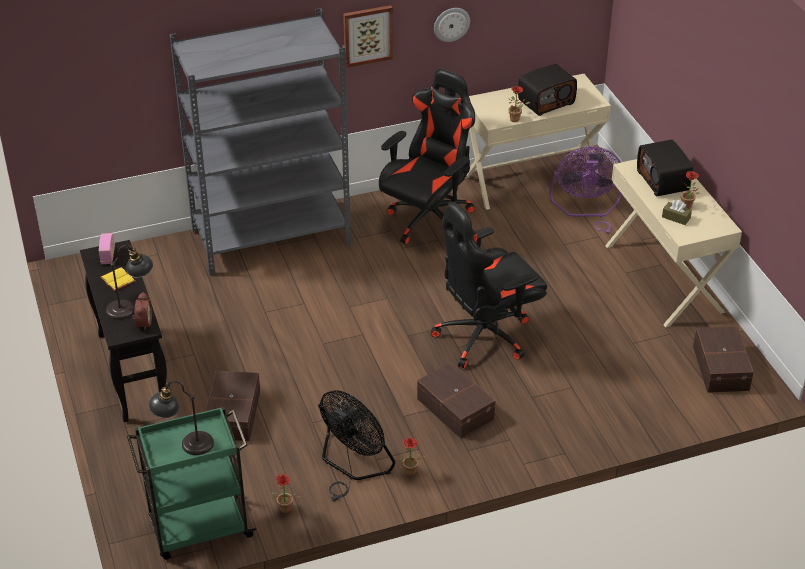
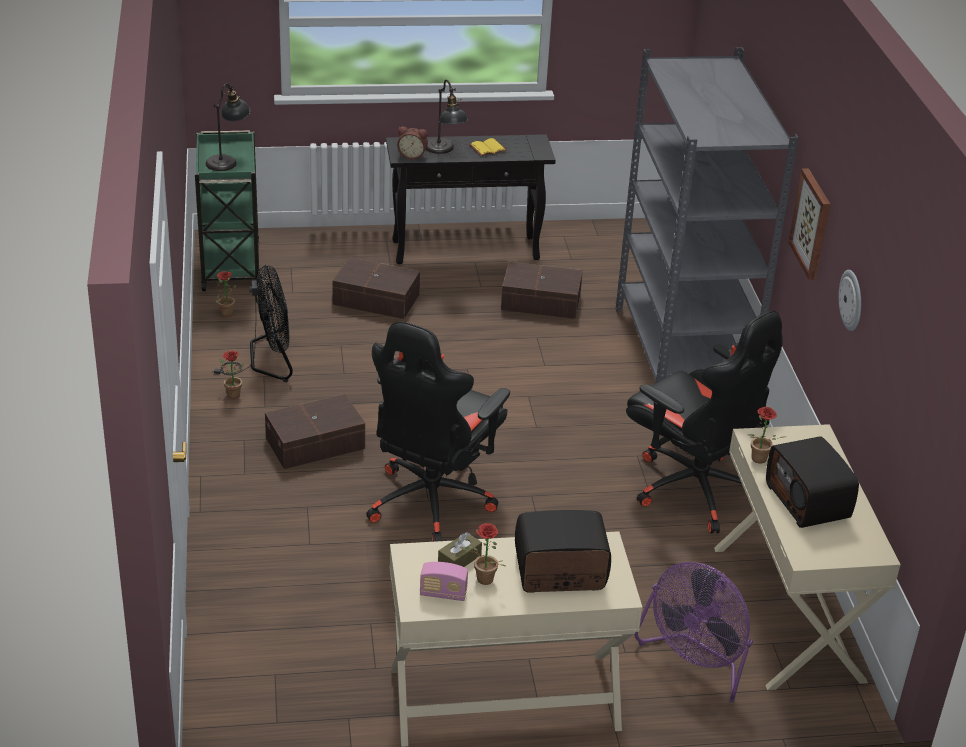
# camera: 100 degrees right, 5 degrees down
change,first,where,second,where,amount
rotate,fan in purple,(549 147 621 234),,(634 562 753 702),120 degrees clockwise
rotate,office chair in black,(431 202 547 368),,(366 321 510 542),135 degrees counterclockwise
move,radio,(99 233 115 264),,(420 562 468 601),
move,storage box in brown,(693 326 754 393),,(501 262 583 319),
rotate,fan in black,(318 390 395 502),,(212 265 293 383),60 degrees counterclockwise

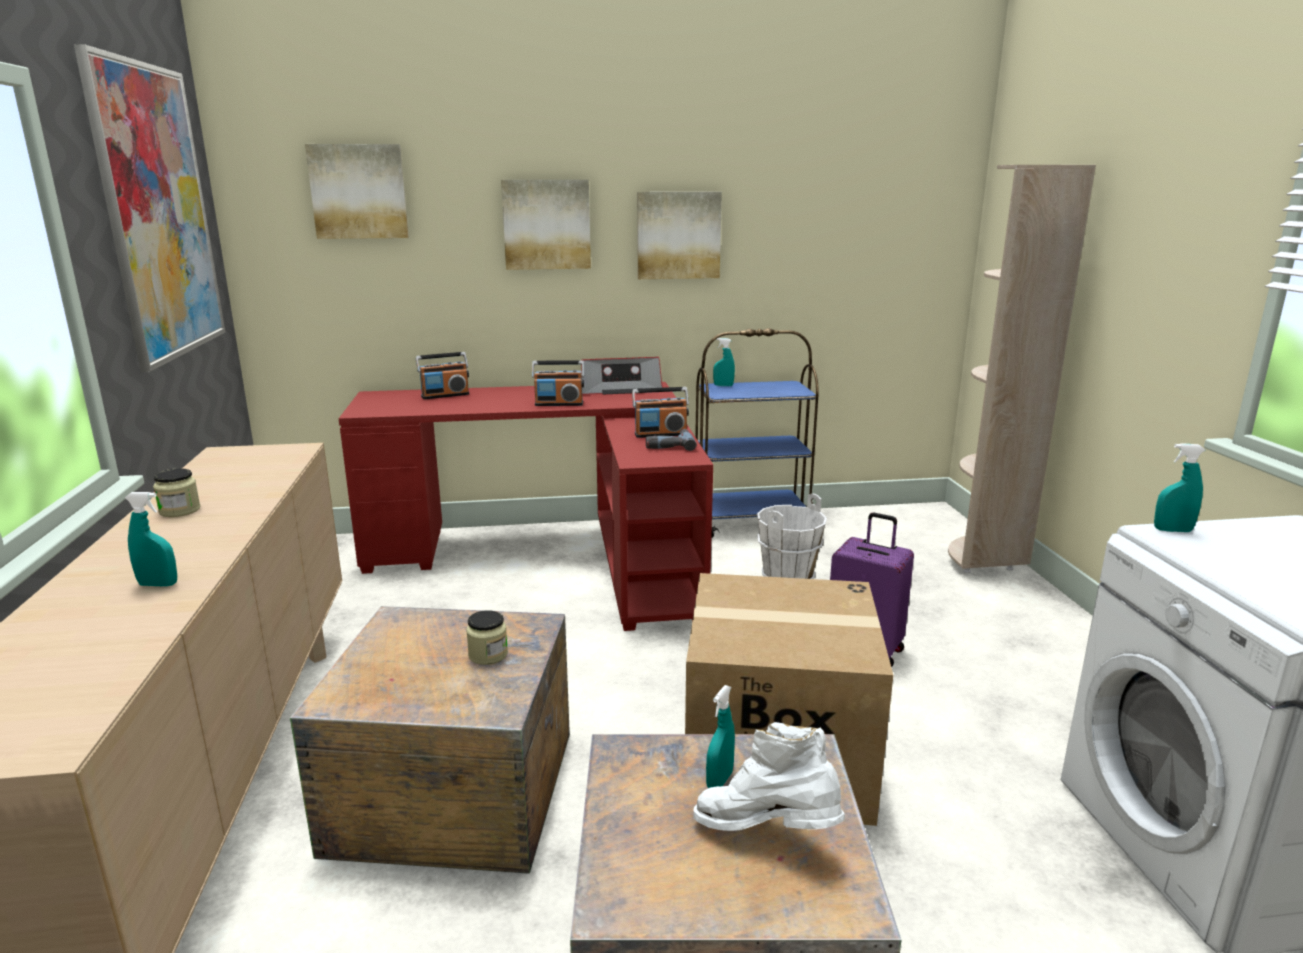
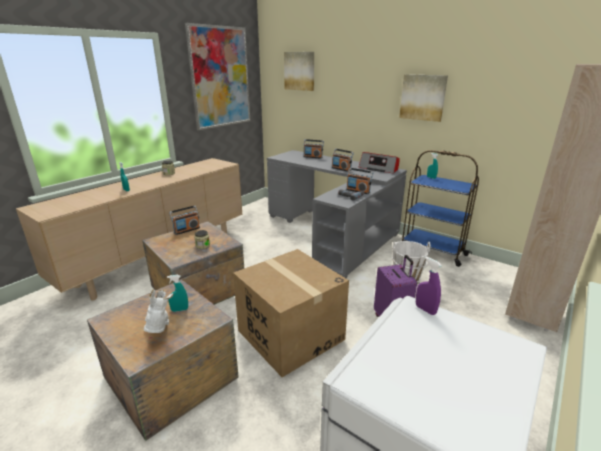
# camera: 45 degrees right, 5 degrees up
change,first,where,second,where,amount
delete,picture,(501 180 591 270),,,
recolor,desk in red,(338 382 713 631),desk in grey,(267 150 407 279),
recolor,spray bottle in turquoise,(1154 443 1205 532),spray bottle in purple,(416 257 442 315),
insert,,,radio,(169 206 200 235),

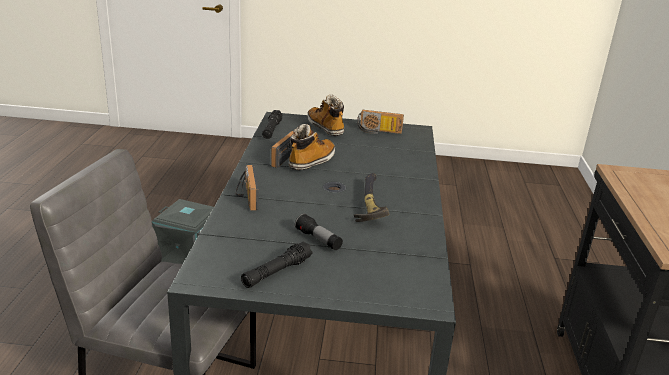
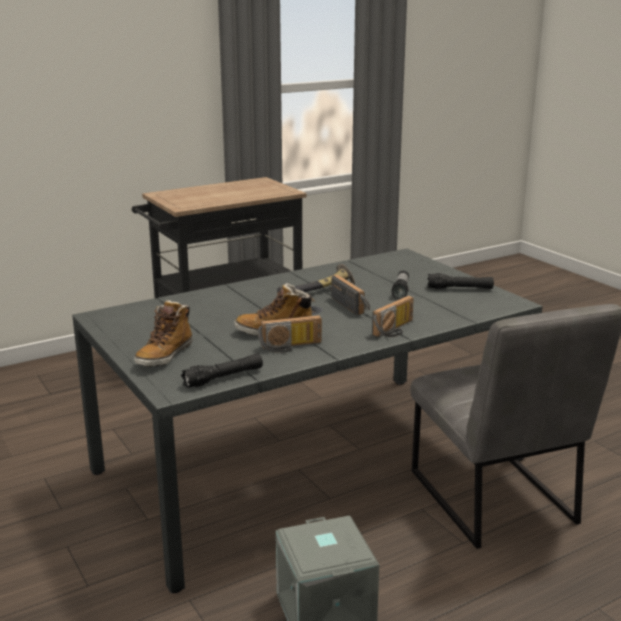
# camera: 125 degrees left, 5 degrees down
change,first,where,second,where,amount
move,radio,(357 110 404 134),,(331 275 370 315),

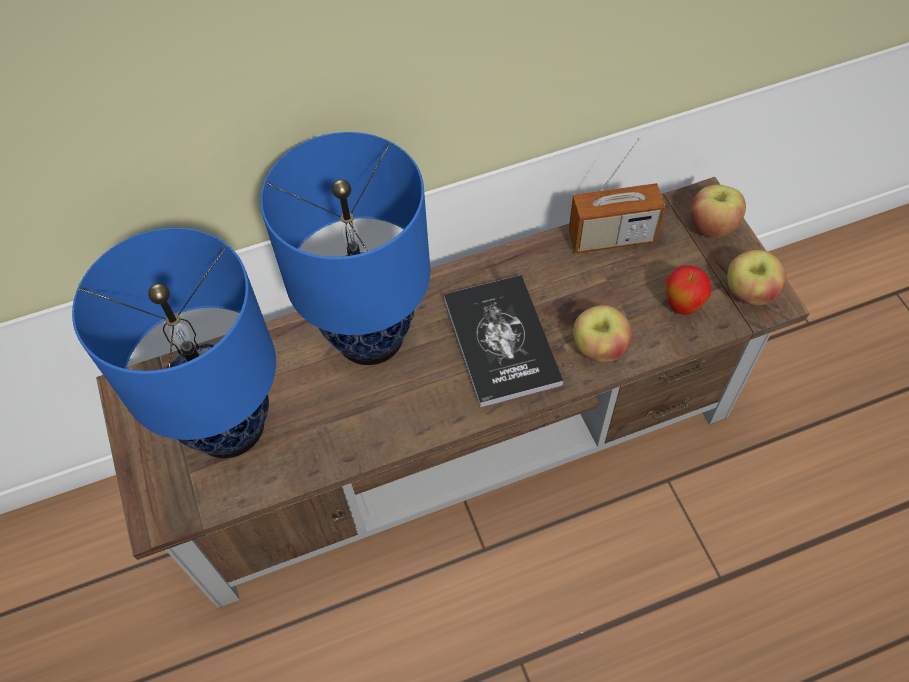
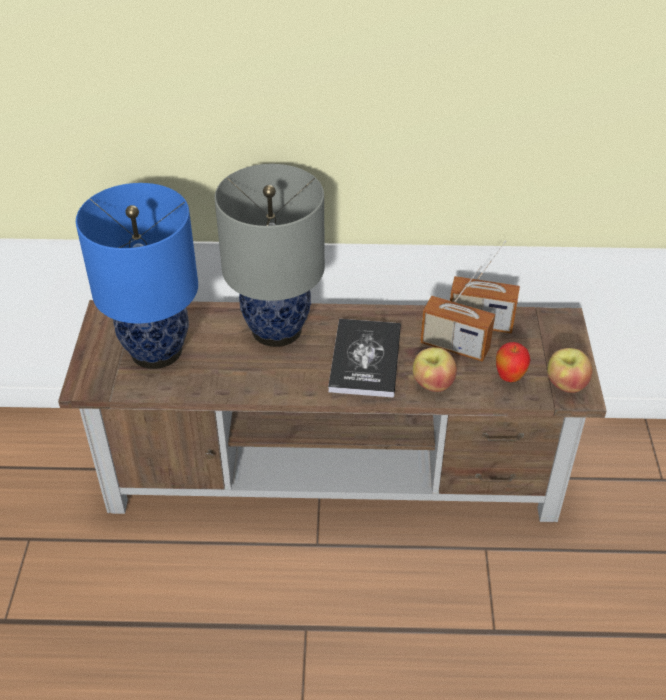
# camera: 20 degrees right, 15 degrees down
change,first,where,second,where,amount
recolor,table lamp in blue,(260 132 430 365),table lamp in grey,(215 164 325 347),
delete,apple,(690 184 746 238),,,
insert,,,radio,(420 266 495 362),

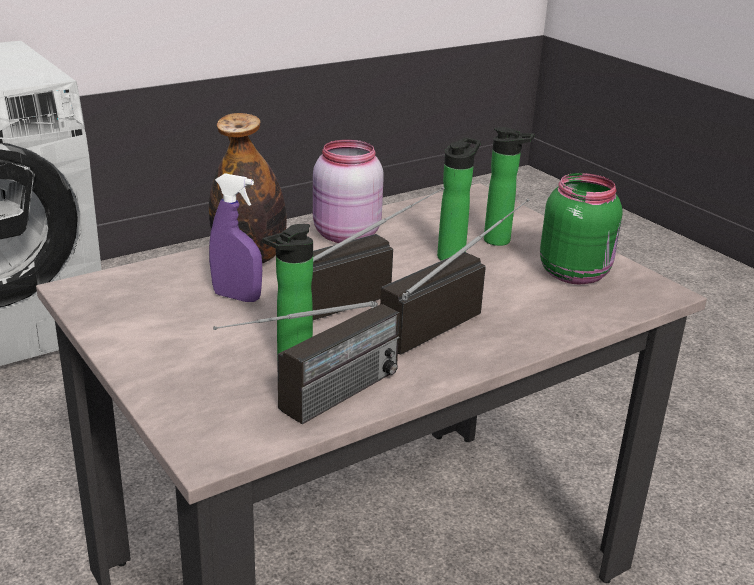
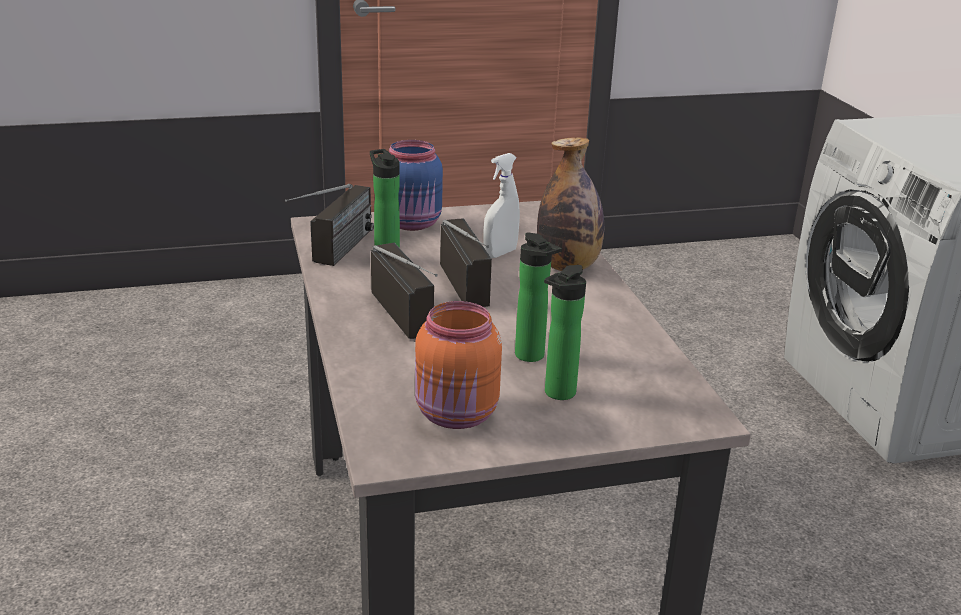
# camera: 110 degrees right, 0 degrees up
change,first,where,second,where,amount
delete,jar in pink,(313 140 384 243),,,
recolor,spray bottle in purple,(209 173 262 302),spray bottle in white,(483 153 520 258),
recolor,jar in green,(540 173 623 284),jar in orange,(415 301 502 429),
rotate,radio,(213 301 400 424),,(285 184 374 266),135 degrees counterclockwise
insert,,,jar in blue,(389 140 443 231),

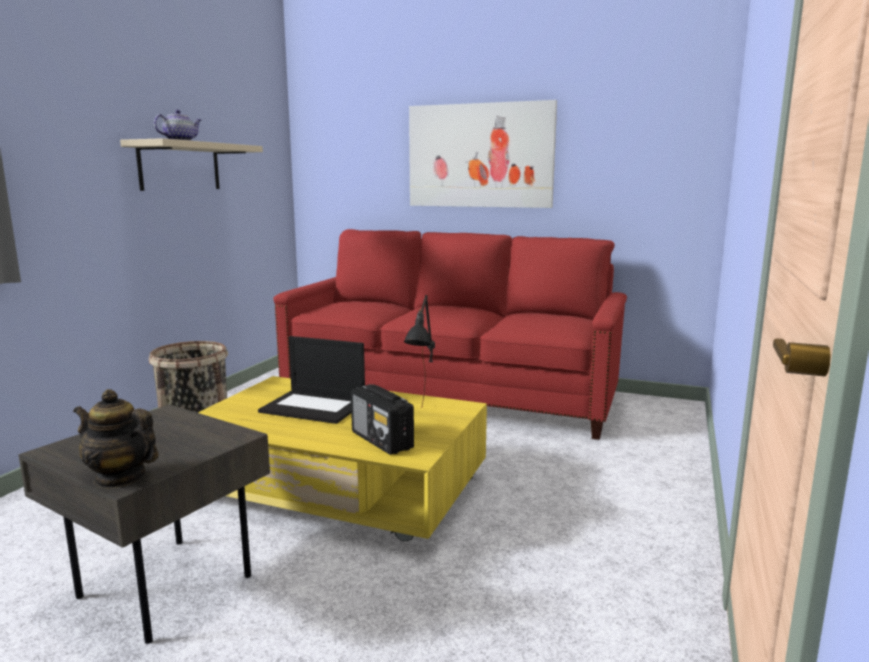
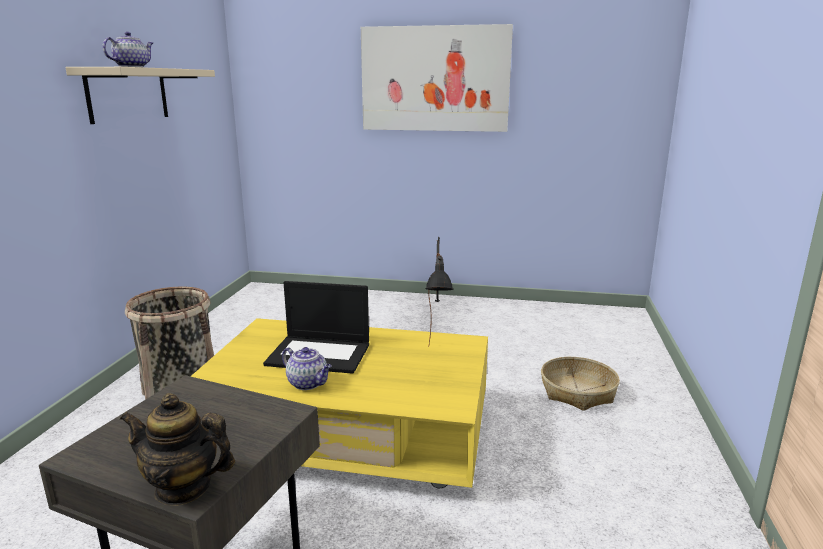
# camera: 10 degrees left, 5 degrees up
change,first,where,second,where,amount
delete,sofa in red,(274 229 627 440),,,
delete,radio,(351 384 414 455),,,
insert,,,teapot,(282 347 332 390),
insert,,,basket,(541 357 620 411),

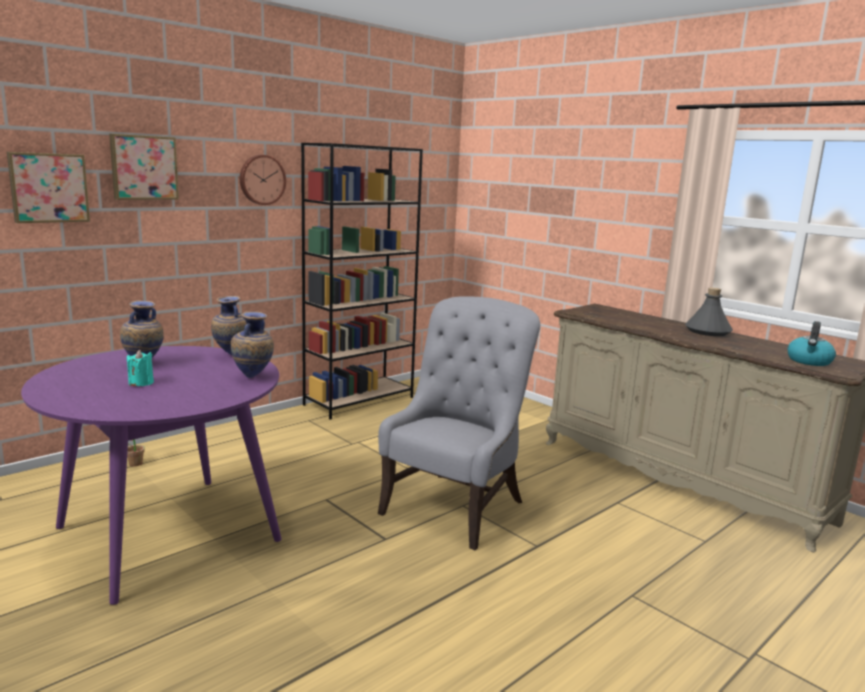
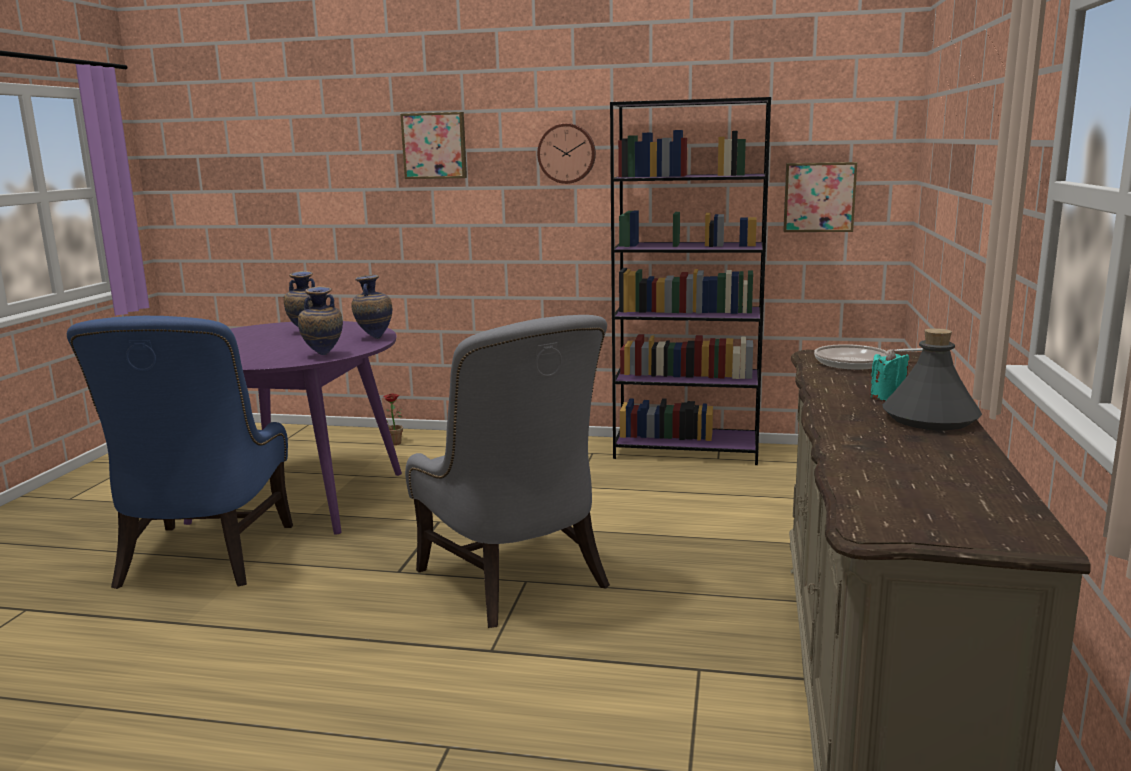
# camera: 55 degrees right, 0 degrees up
change,first,where,second,where,amount
recolor,bookcase in beige,(301 143 423 420),bookcase in purple,(610 97 771 465),
move,picture,(7 152 90 223),,(783 162 857 232),
rotate,chair in grey,(378 296 540 550),,(405 315 610 628),60 degrees clockwise
delete,kettle,(787 321 836 366),,,
move,candle in turquoise,(127 350 154 386),,(870 349 909 401),
insert,,,chair in blue,(67 316 293 589),
insert,,,frying pan,(814 344 923 370),

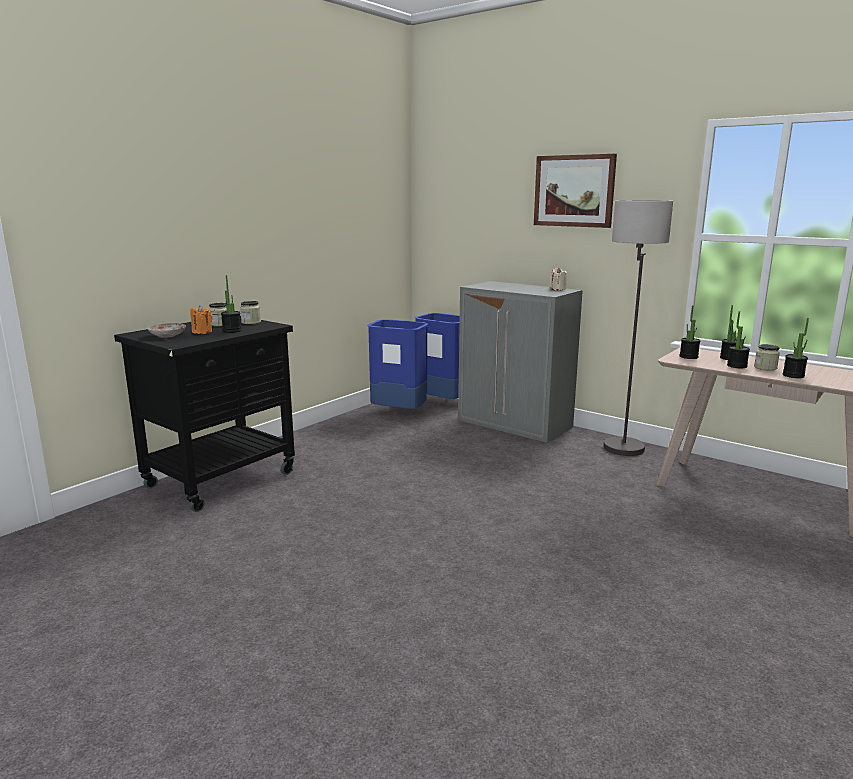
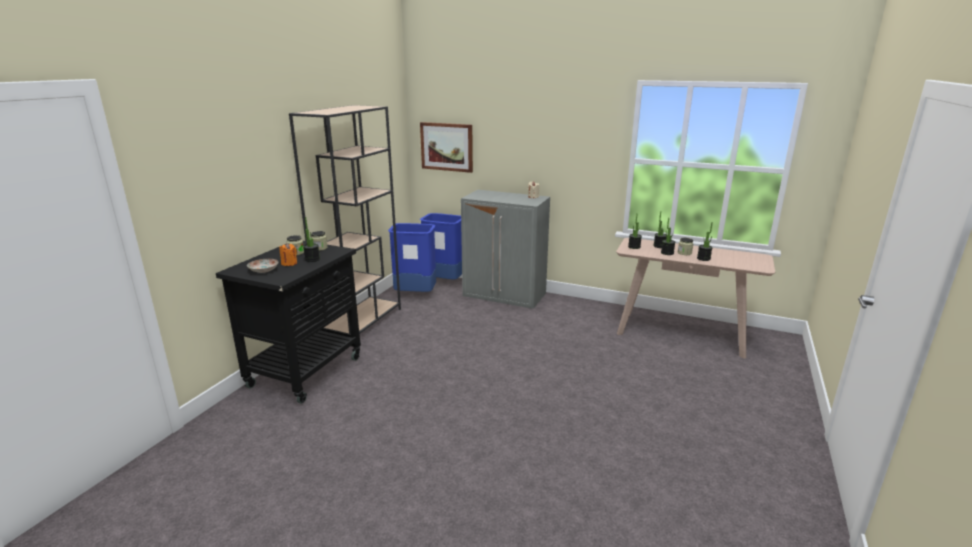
# camera: 15 degrees left, 5 degrees up
change,first,where,second,where,amount
move,picture,(534 154 617 228),,(420 122 473 173),
delete,floor lamp in grey,(603 200 673 456),,,
insert,,,bookcase,(289 105 401 346),

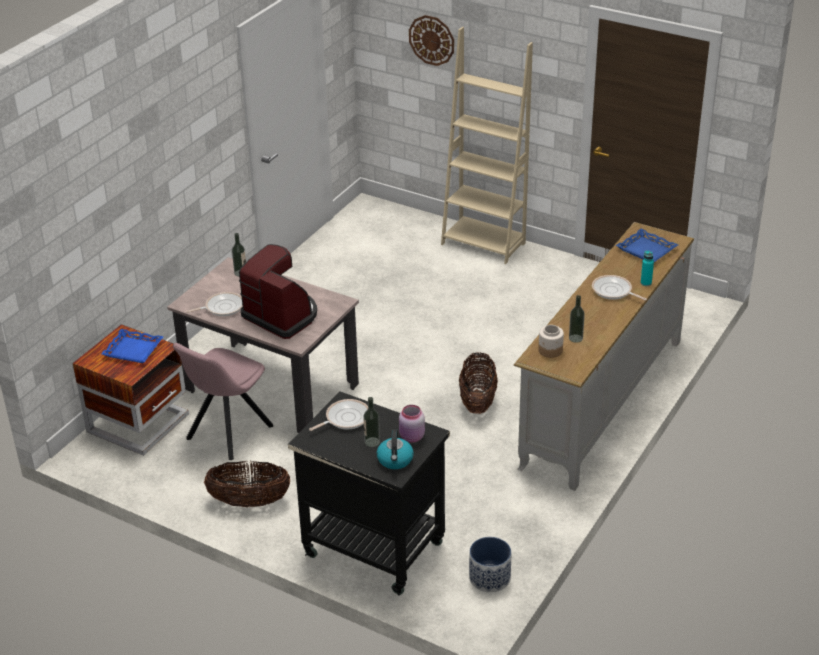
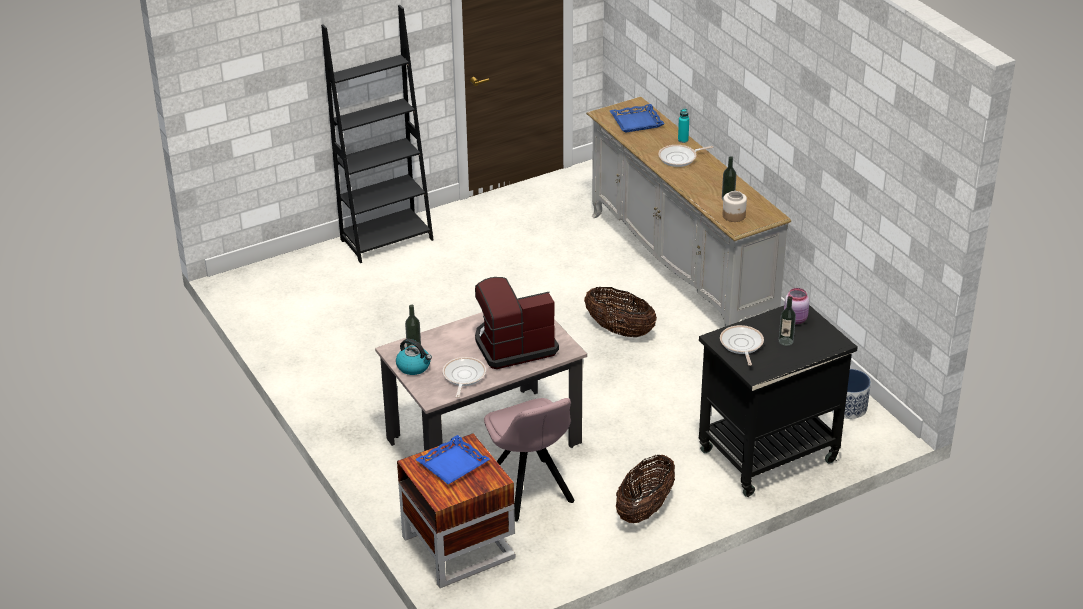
# camera: 60 degrees left, 0 degrees up
change,first,where,second,where,amount
delete,wall clock,(409 15 454 66),,,
recolor,bookcase in beige,(441 27 533 264),bookcase in black,(321 5 434 263),
move,kettle,(377 429 414 469),,(396 339 432 375),

